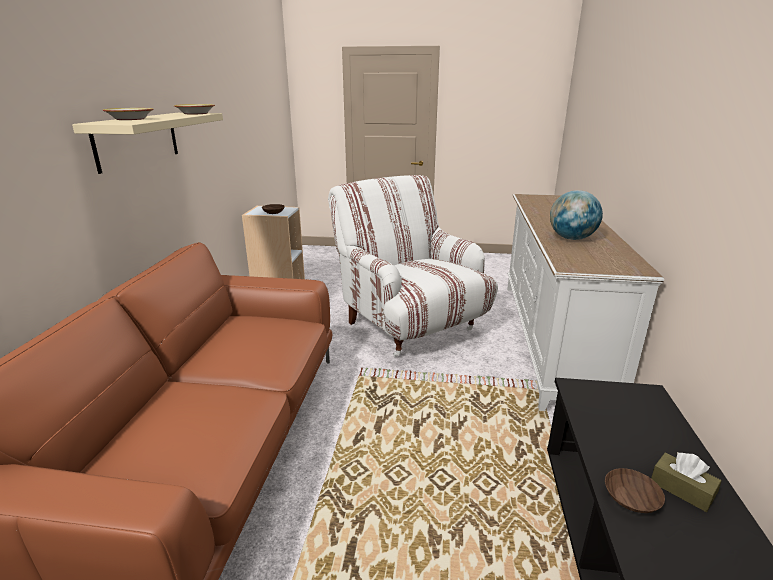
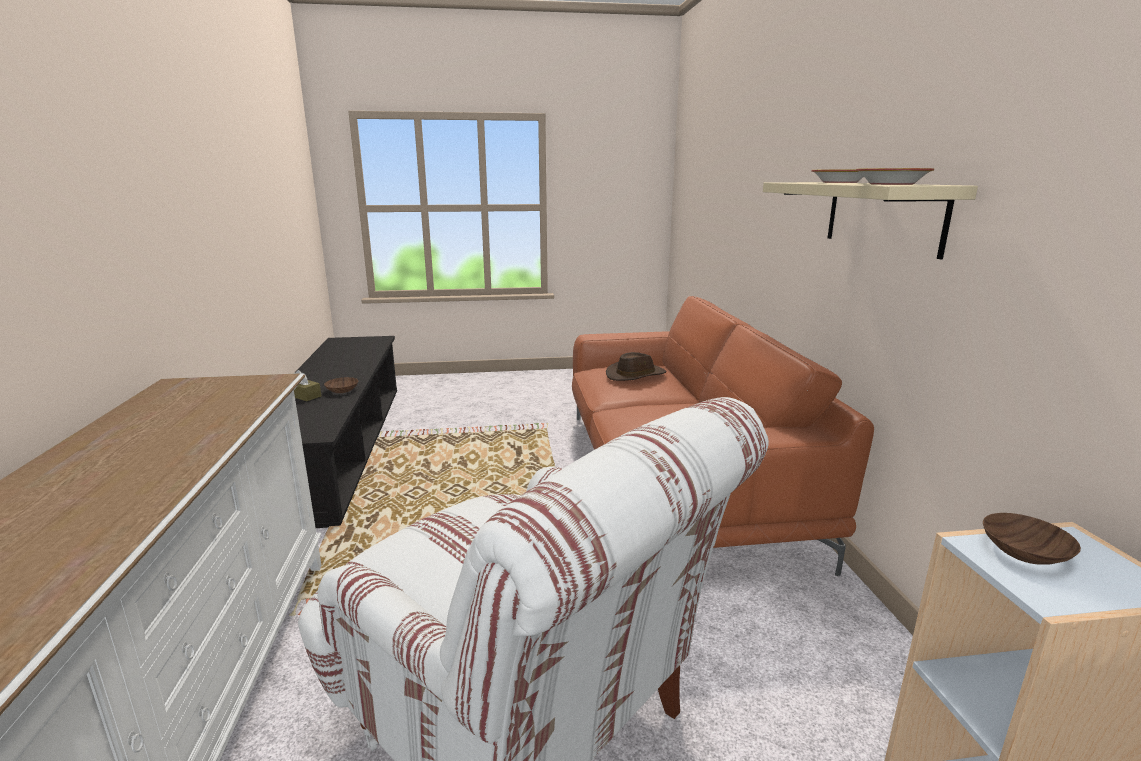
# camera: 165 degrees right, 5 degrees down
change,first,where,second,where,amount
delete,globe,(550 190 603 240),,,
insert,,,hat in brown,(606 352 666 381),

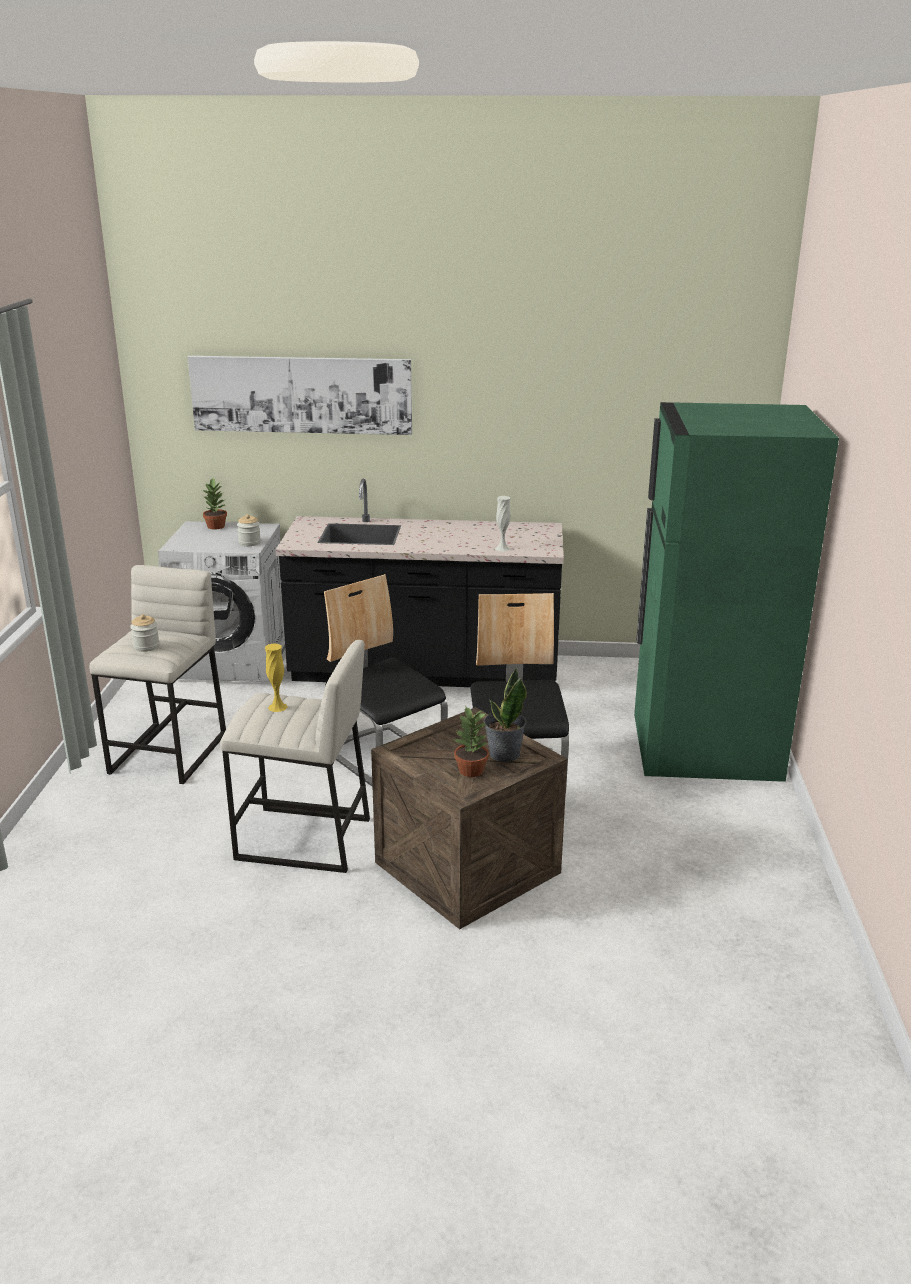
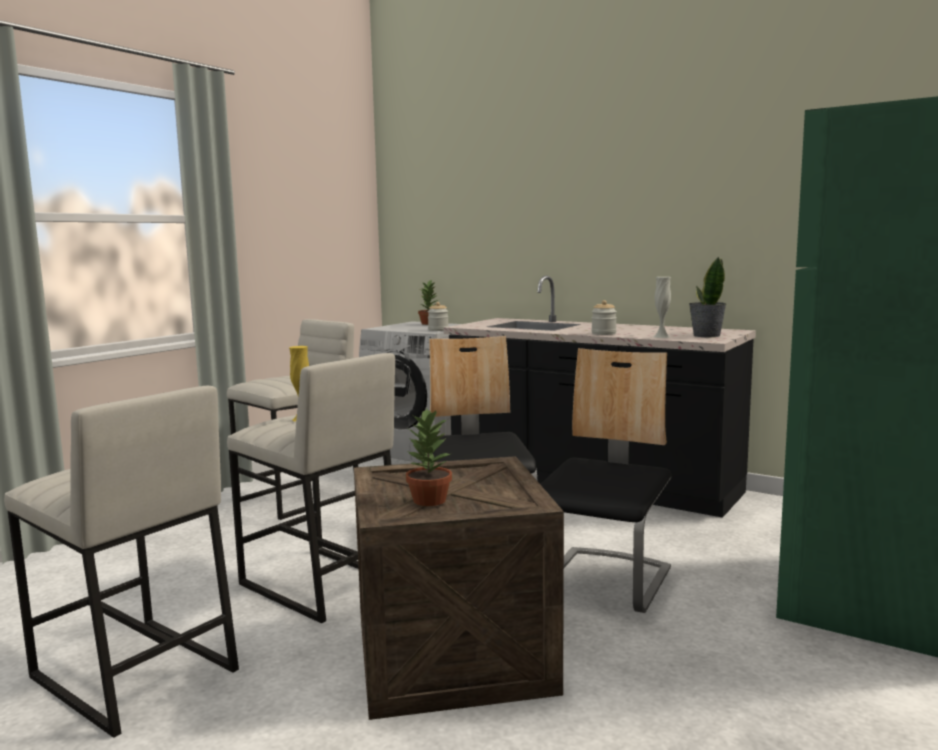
# camera: 30 degrees right, 15 degrees down
change,first,where,second,where,amount
delete,picture,(188 356 412 435),,,
move,jar,(130 614 160 652),,(591 300 617 335),
move,potted plant,(484 667 527 762),,(689 256 726 337),
insert,,,stool in beige,(4 386 239 738),

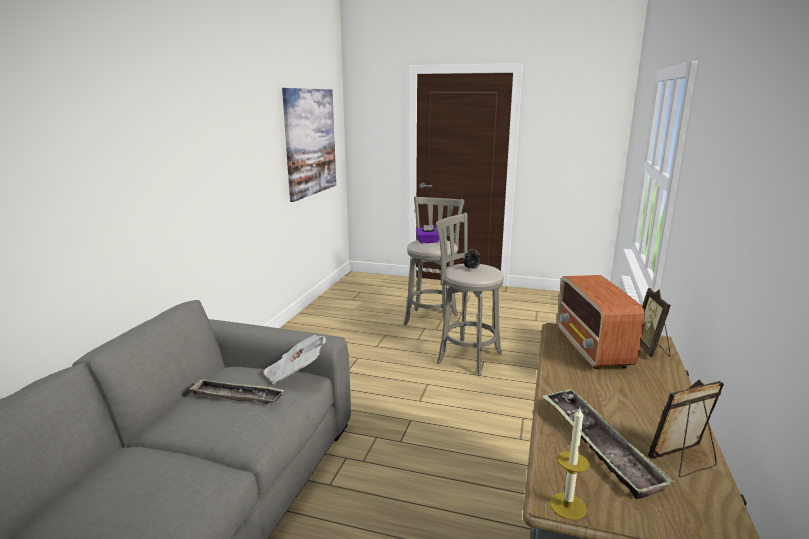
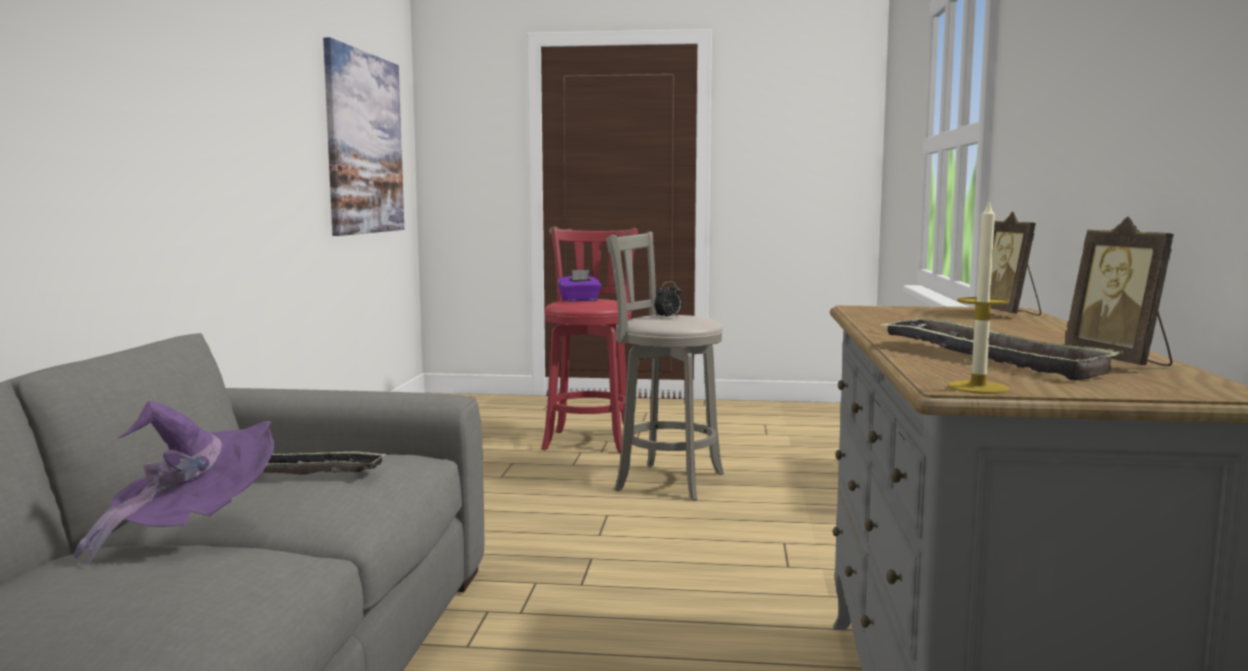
# camera: 10 degrees left, 10 degrees down
change,first,where,second,where,amount
recolor,stool in grey,(403 196 464 325),stool in red,(541 227 638 453),
delete,radio,(557 275 645 369),,,
delete,newspaper,(264 335 326 384),,,
rotate,picture frame,(648 380 724 477),,(1065 217 1174 366),75 degrees counterclockwise
insert,,,hat in purple,(74 401 274 566),

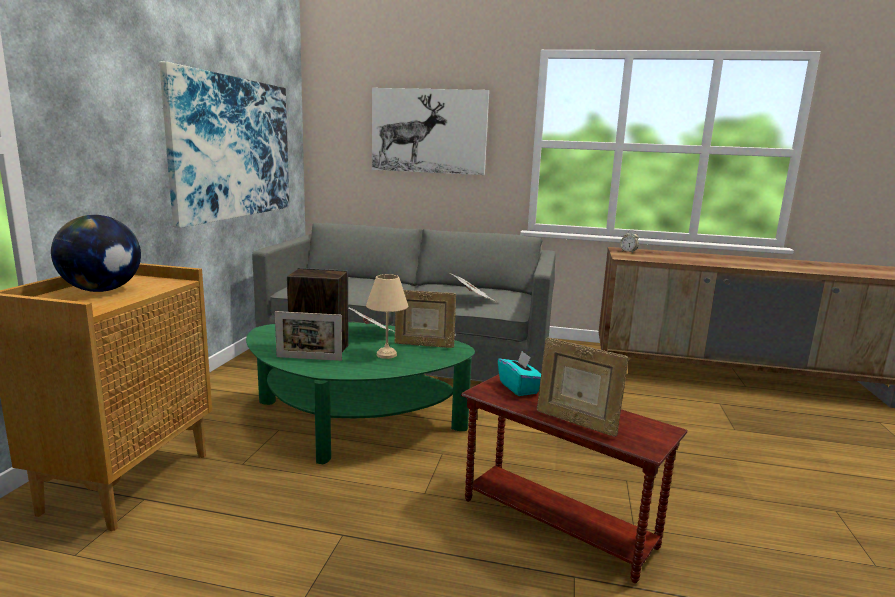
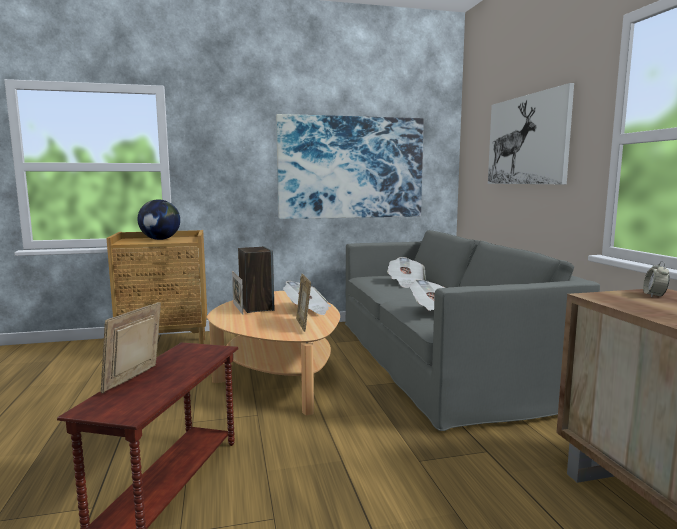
# camera: 65 degrees right, 5 degrees down
change,first,where,second,where,amount
delete,table lamp in beige,(366 274 408 359),,,
recolor,coffee table in green,(246 322 475 464),coffee table in beige,(207 291 340 416),
delete,tissue box in turquoise,(498 351 541 396),,,
insert,,,newspaper,(387 257 426 288),

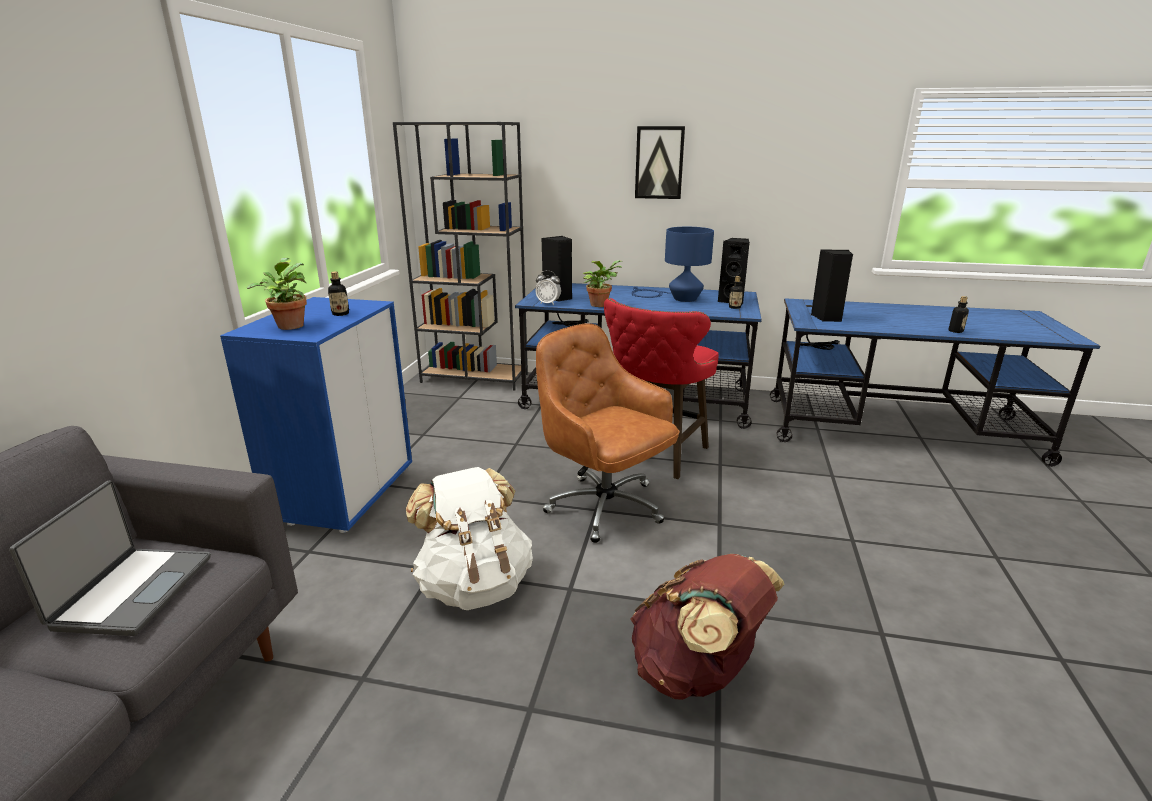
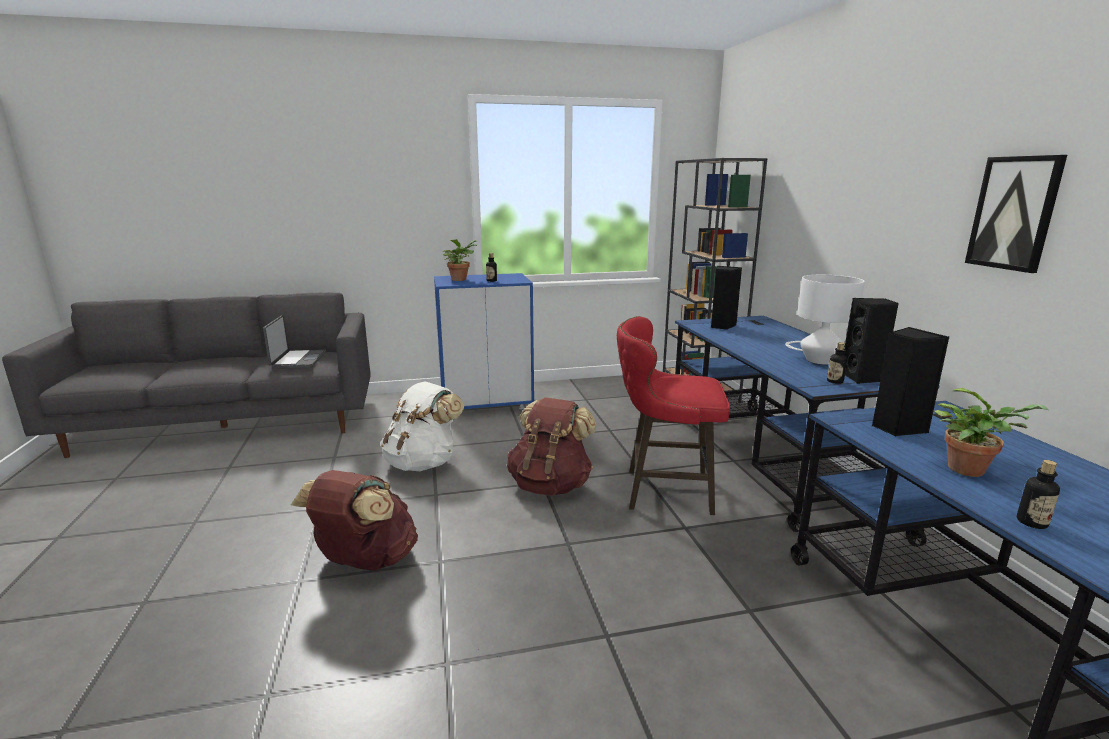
# camera: 65 degrees right, 5 degrees down
change,first,where,second,where,amount
move,picture,(635 126 685 199),,(965 155 1067 273),
recolor,table lamp in blue,(631 227 714 302),table lamp in white,(785 275 865 365),
move,potted plant,(583 260 622 307),,(934 388 1048 477),
delete,alarm clock,(535 270 561 305),,,
replace,office chair in brown,(536 323 680 543),backpack in brown,(507 397 597 496),
rotate,laptop,(9 481 211 636),,(263 315 326 369),75 degrees counterclockwise

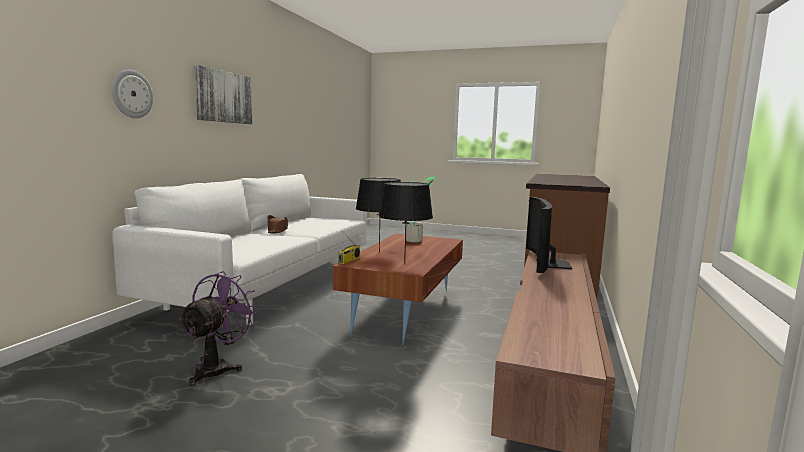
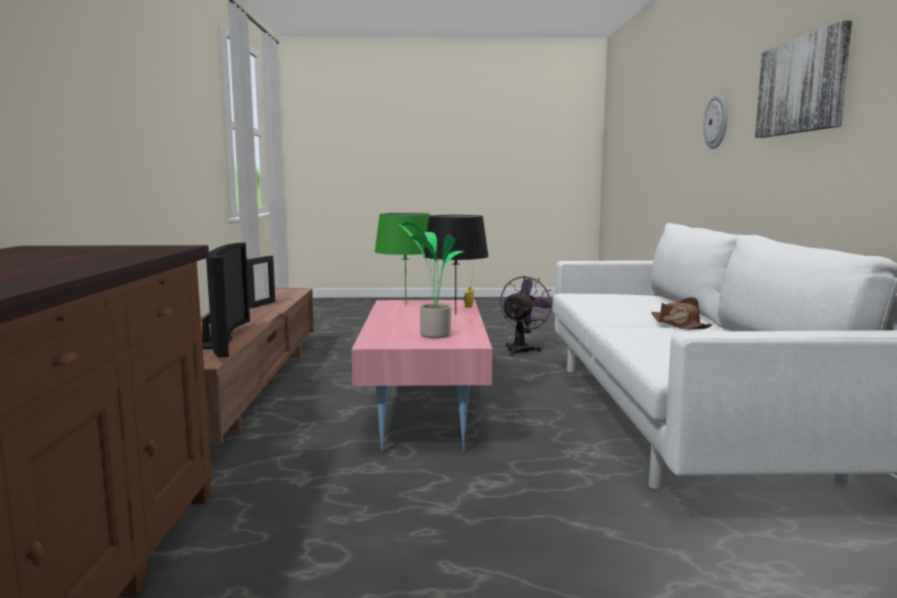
# camera: 160 degrees right, 0 degrees up
change,first,where,second,where,amount
recolor,table lamp in black,(379 182 433 264),table lamp in green,(374 213 430 306),
recolor,coffee table in brown,(333 234 463 347),coffee table in pink,(352 300 492 452),
rotate,fan in purple,(179 271 260 386),,(500 276 553 356),150 degrees counterclockwise
insert,,,picture frame,(247 256 275 308),

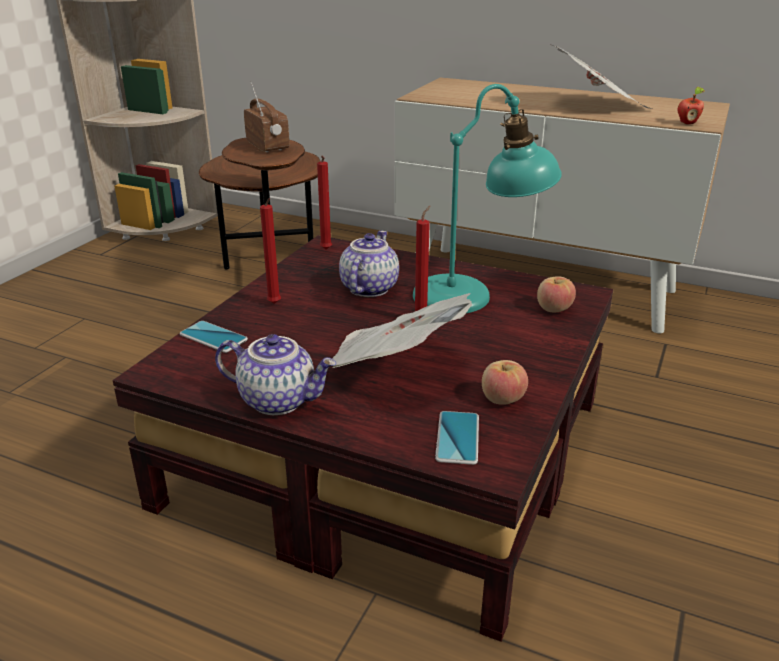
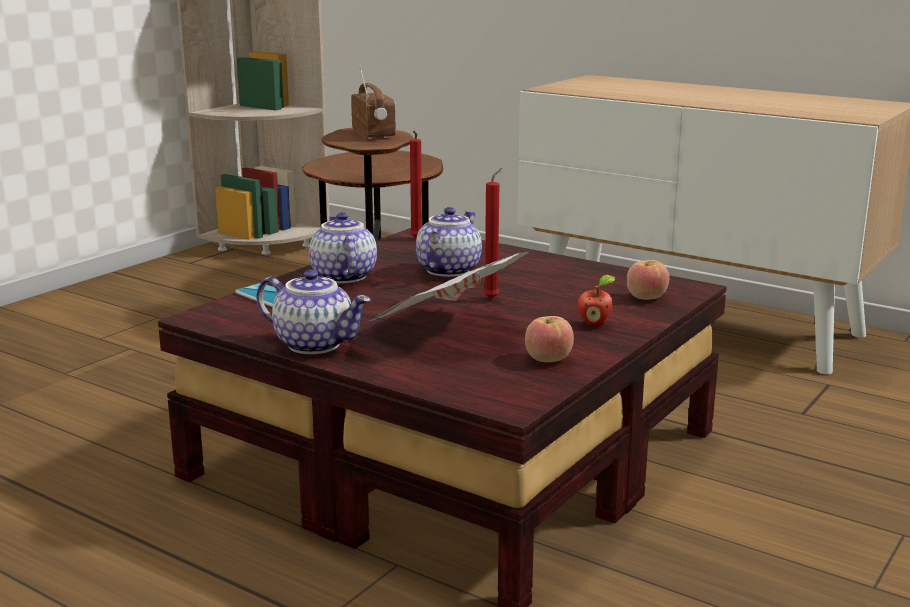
# camera: 10 degrees right, 10 degrees down
change,first,where,second,where,amount
delete,newspaper,(552 45 652 109),,,
delete,table lamp in turquoise,(413 84 562 313),,,
move,apple,(677 87 705 124),,(577 275 615 326),
replace,candle in red,(260 198 281 304),teapot,(309 212 377 284),
delete,phone,(435 411 479 465),,,

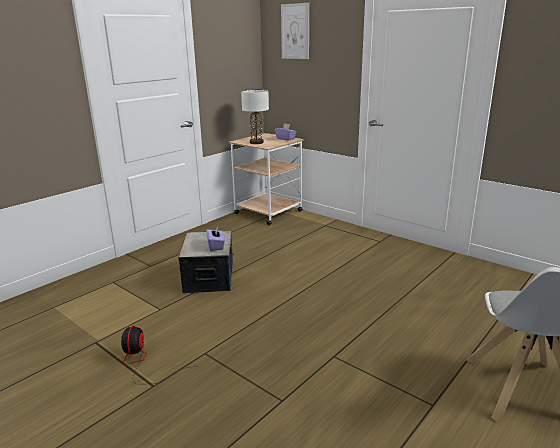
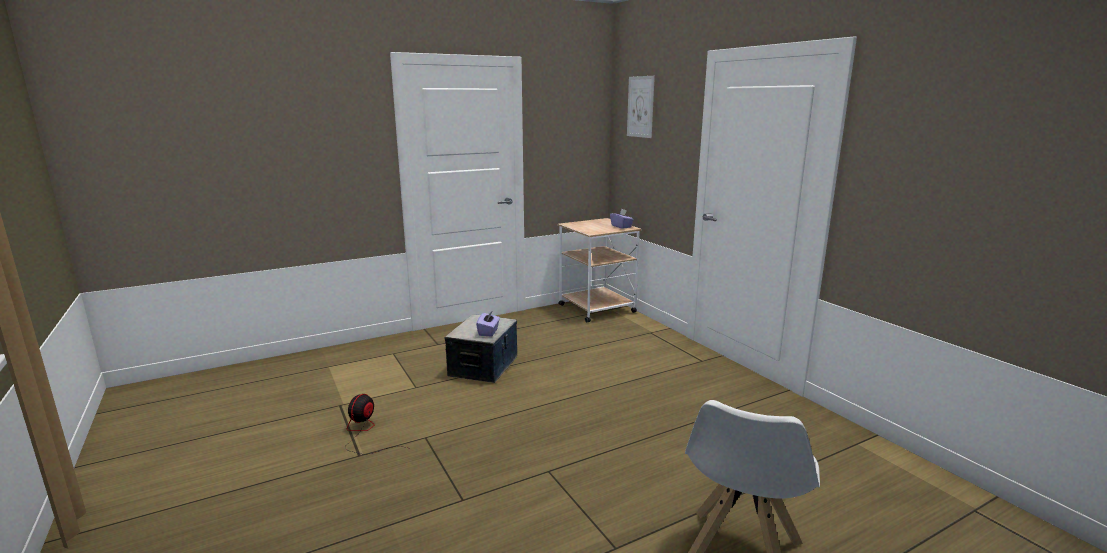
# camera: 20 degrees right, 5 degrees down
change,first,where,second,where,amount
delete,table lamp,(241 89 269 144),,,

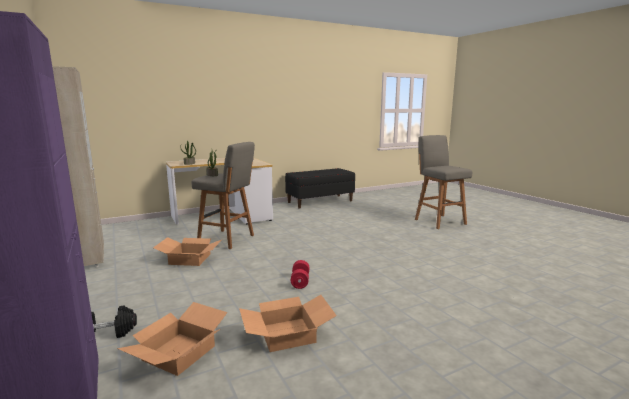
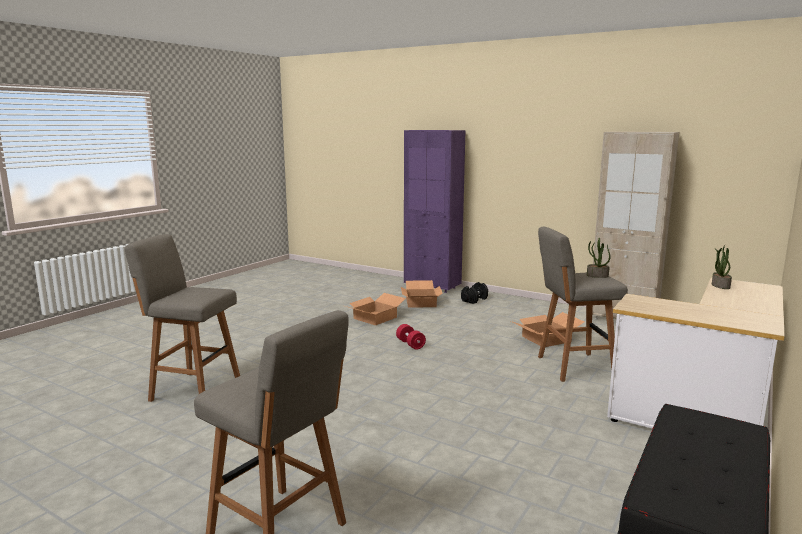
# camera: 150 degrees right, 0 degrees up
change,first,where,second,where,amount
insert,,,stool in grey,(125 234 240 402),

